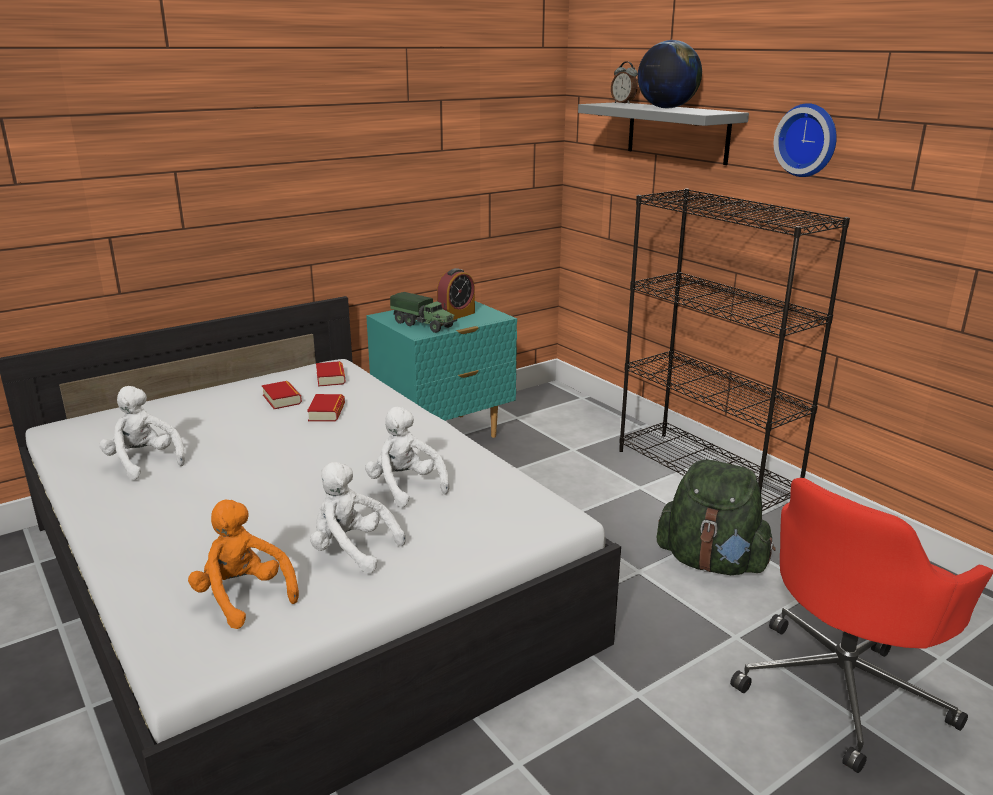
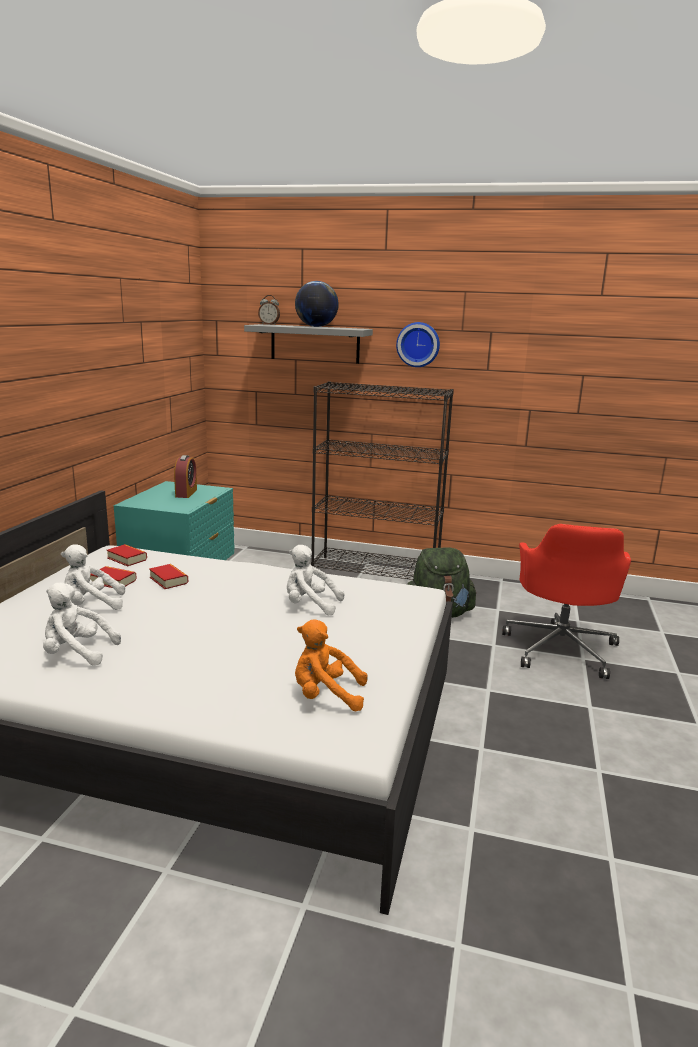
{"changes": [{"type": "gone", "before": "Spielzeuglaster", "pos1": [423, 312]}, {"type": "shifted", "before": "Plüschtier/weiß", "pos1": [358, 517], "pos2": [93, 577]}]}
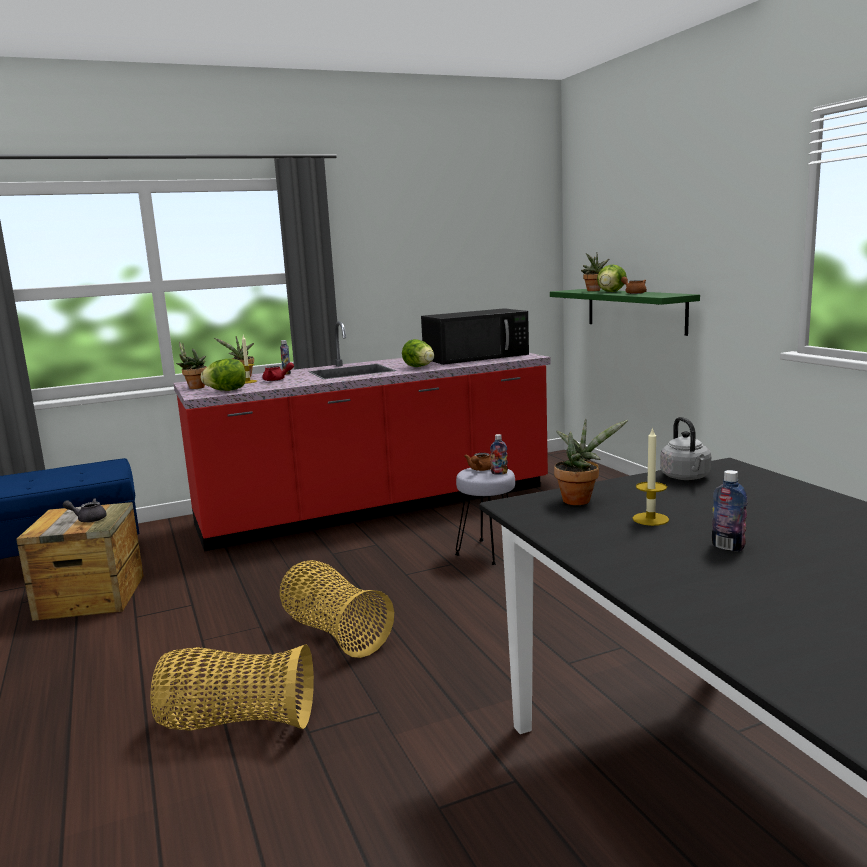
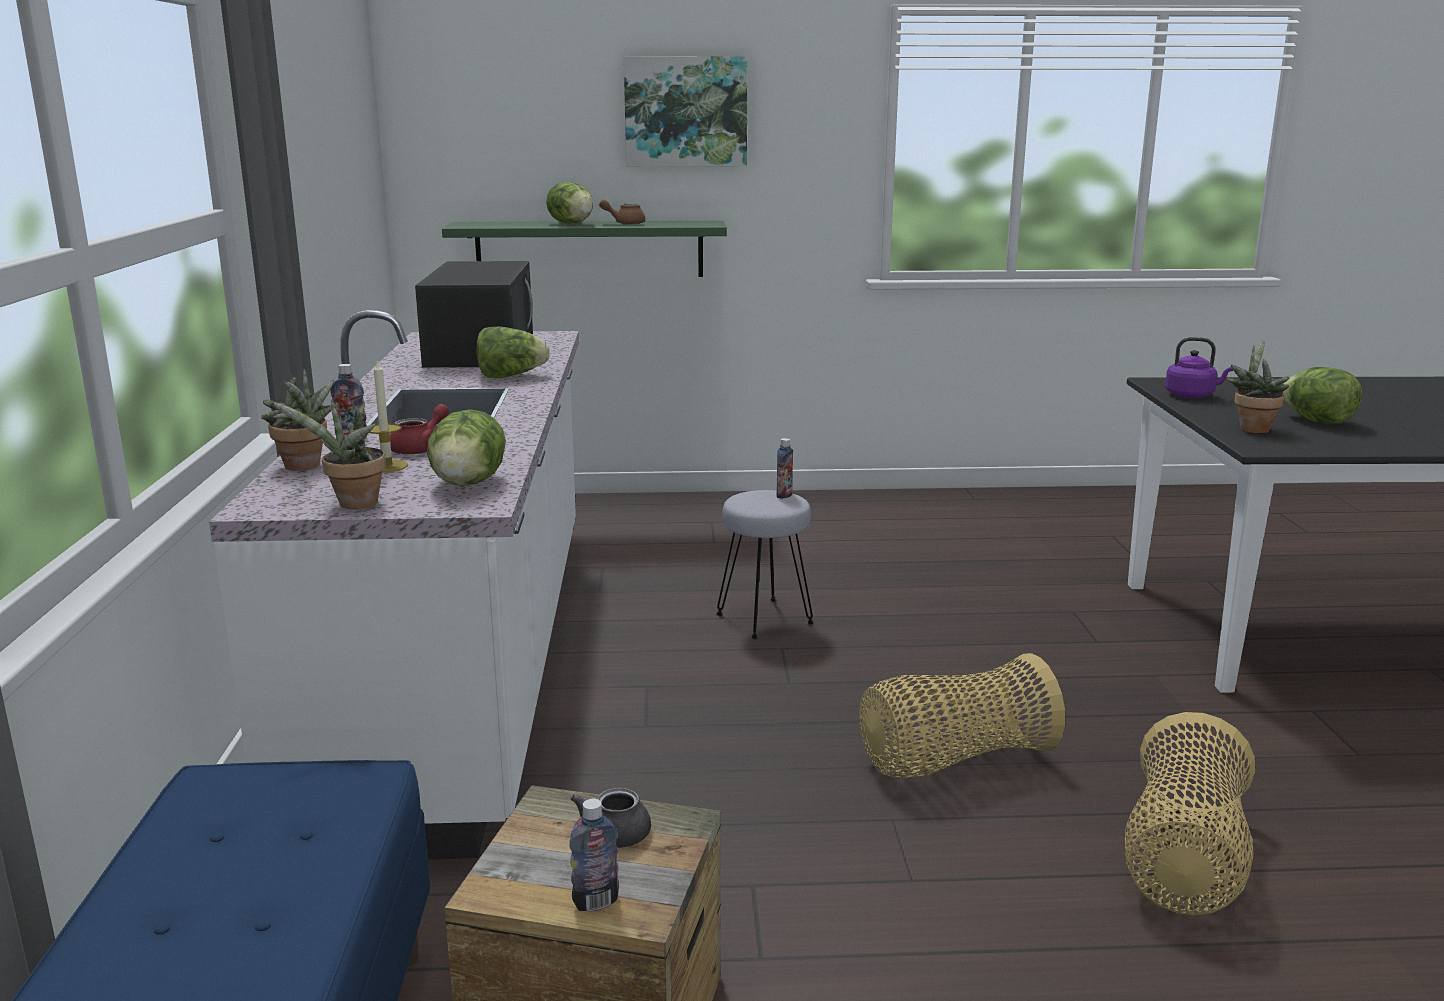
{"changes": [{"type": "gone", "before": "Topfpflanze", "pos1": [595, 272]}, {"type": "repainted", "before": "Küchenzeile/rot", "after": "Küchenzeile/weiß", "pos1": [362, 436], "pos2": [394, 584]}, {"type": "repainted", "before": "Wasserkessel/grau", "after": "Wasserkessel/lila", "pos1": [685, 448], "pos2": [1199, 367]}, {"type": "swapped", "before": "Kerze", "after": "Salatkopf", "pos1": [651, 476], "pos2": [1322, 395]}, {"type": "gone", "before": "Teekanne/braun", "pos1": [477, 462]}, {"type": "shifted", "before": "Flasche", "pos1": [729, 510], "pos2": [594, 855]}, {"type": "new", "after": "Bild", "pos2": [686, 111]}]}
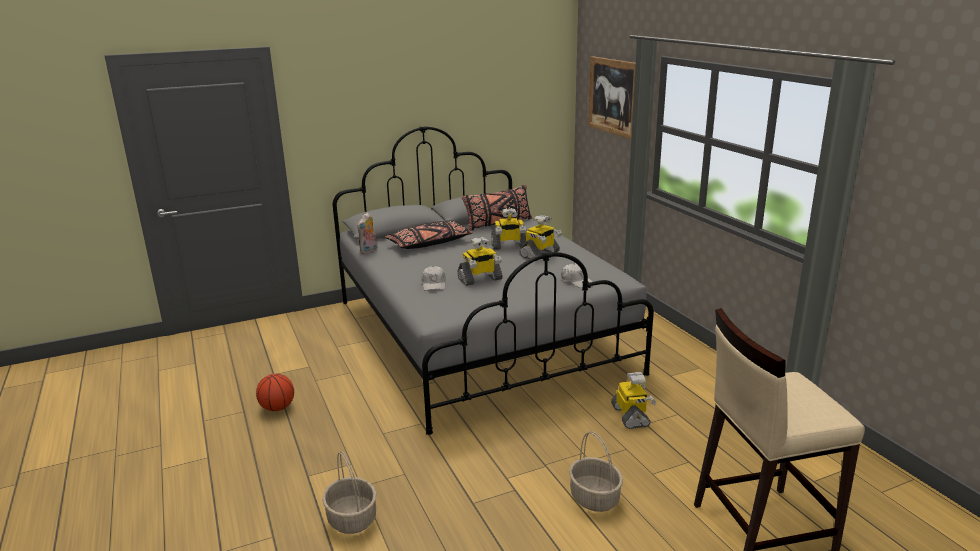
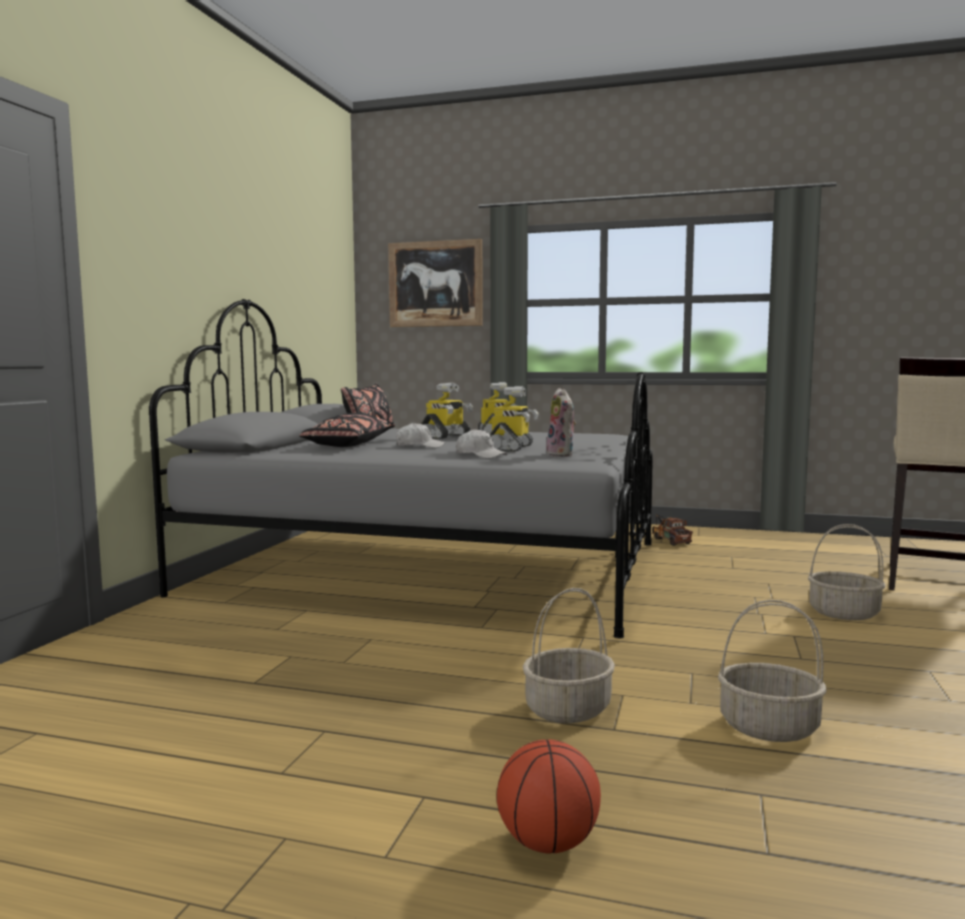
{"changes": [{"type": "shifted", "before": "Plüschtier", "pos1": [367, 233], "pos2": [561, 422]}, {"type": "shifted", "before": "Kappe/weiß", "pos1": [577, 275], "pos2": [420, 435]}, {"type": "gone", "before": "Spielzeugroboter", "pos1": [633, 400]}, {"type": "shifted", "before": "Basketball", "pos1": [275, 392], "pos2": [549, 796]}, {"type": "new", "after": "Spielzeuglaster", "pos2": [672, 530]}, {"type": "new", "after": "Korb", "pos2": [569, 655]}]}
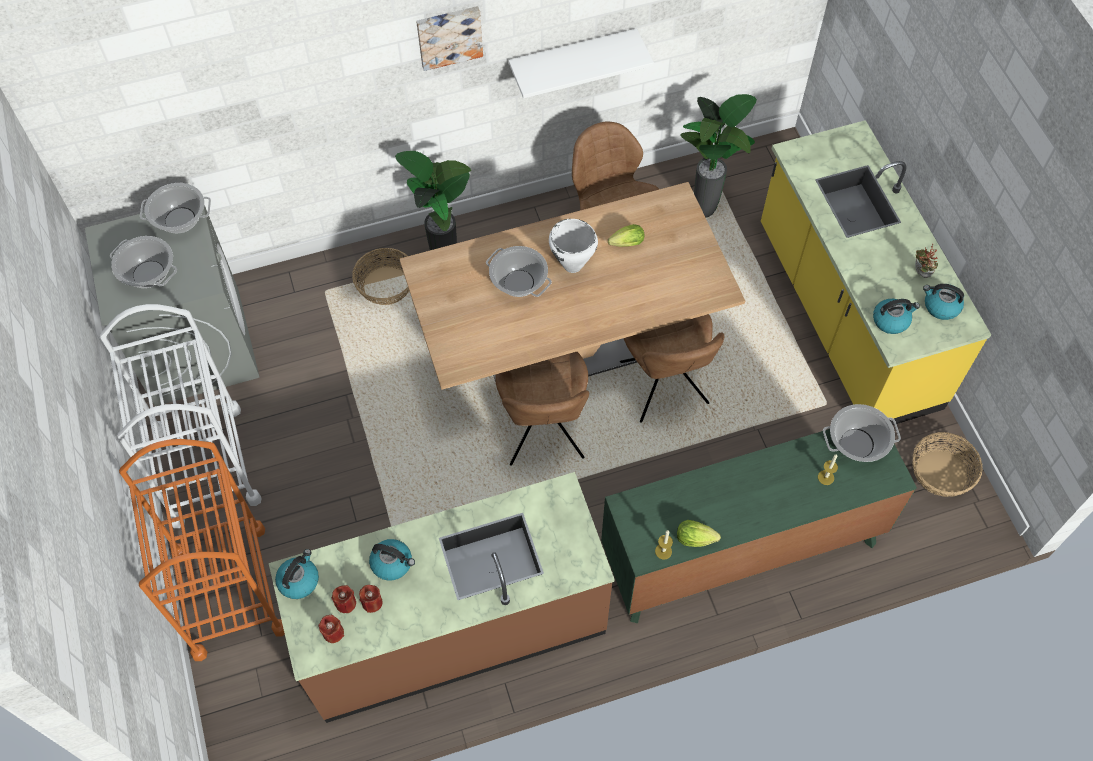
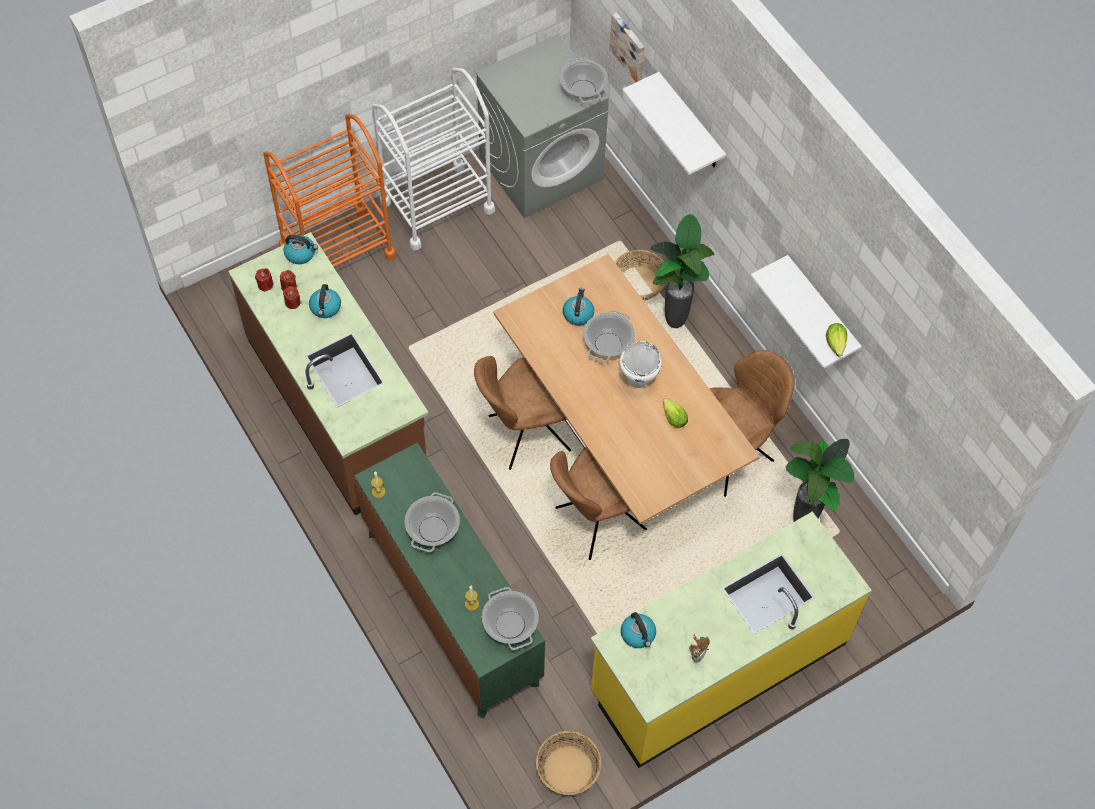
{"changes": [{"type": "shifted", "before": "Bild", "pos1": [449, 38], "pos2": [627, 47]}, {"type": "shifted", "before": "Kochtopf", "pos1": [143, 262], "pos2": [432, 522]}, {"type": "shifted", "before": "Wasserkessel", "pos1": [943, 302], "pos2": [578, 306]}, {"type": "shifted", "before": "Salatkopf", "pos1": [699, 533], "pos2": [836, 340]}, {"type": "new", "after": "Wandregal/weiß", "pos2": [674, 123]}]}
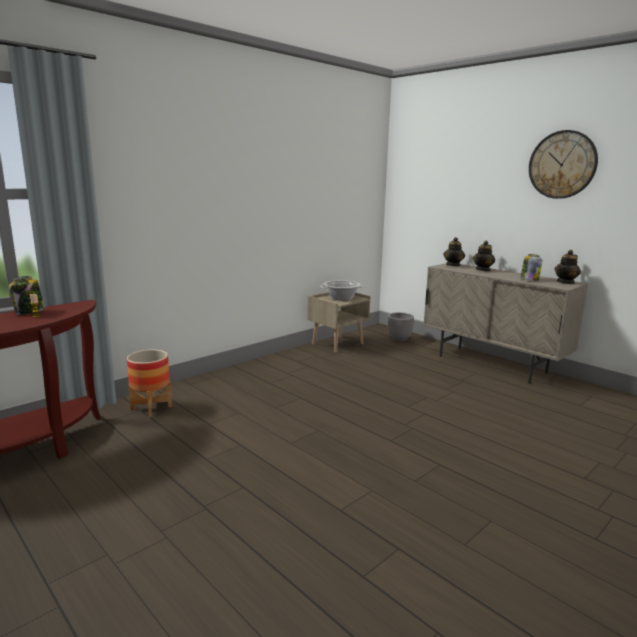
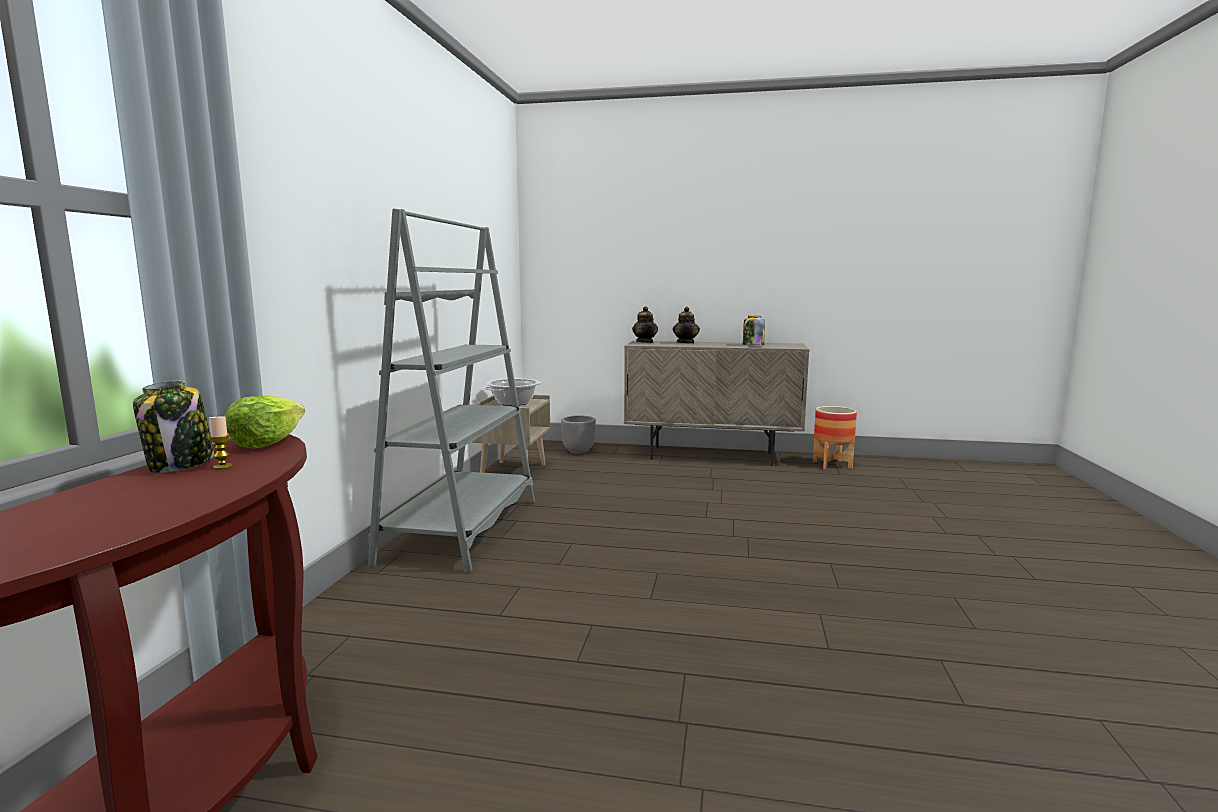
{"changes": [{"type": "gone", "before": "Wanduhr", "pos1": [563, 164]}, {"type": "gone", "before": "Teekanne", "pos1": [568, 267]}, {"type": "shifted", "before": "Pflanzkübel", "pos1": [149, 383], "pos2": [835, 437]}, {"type": "new", "after": "Bücherregal/grau", "pos2": [451, 390]}, {"type": "new", "after": "Salatkopf", "pos2": [265, 421]}]}
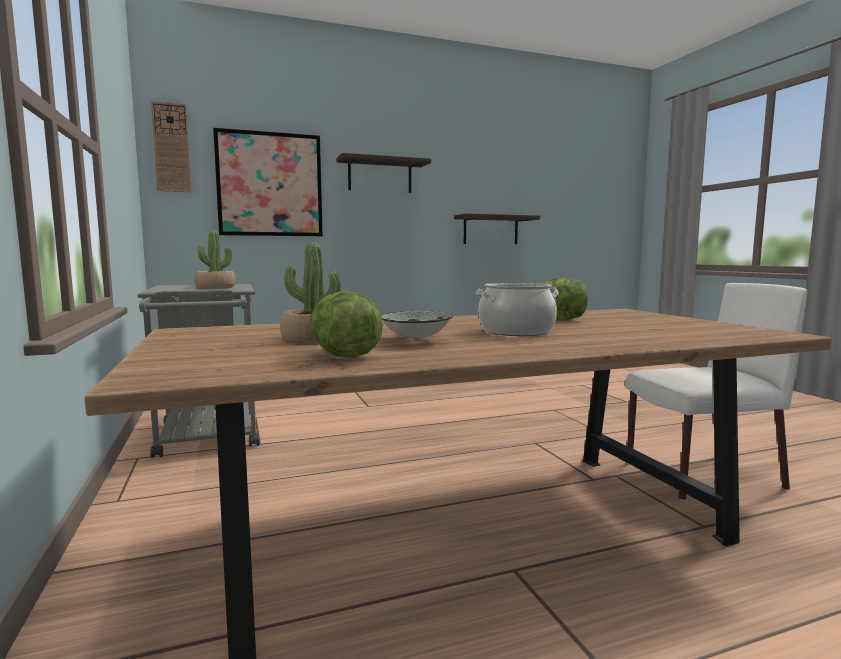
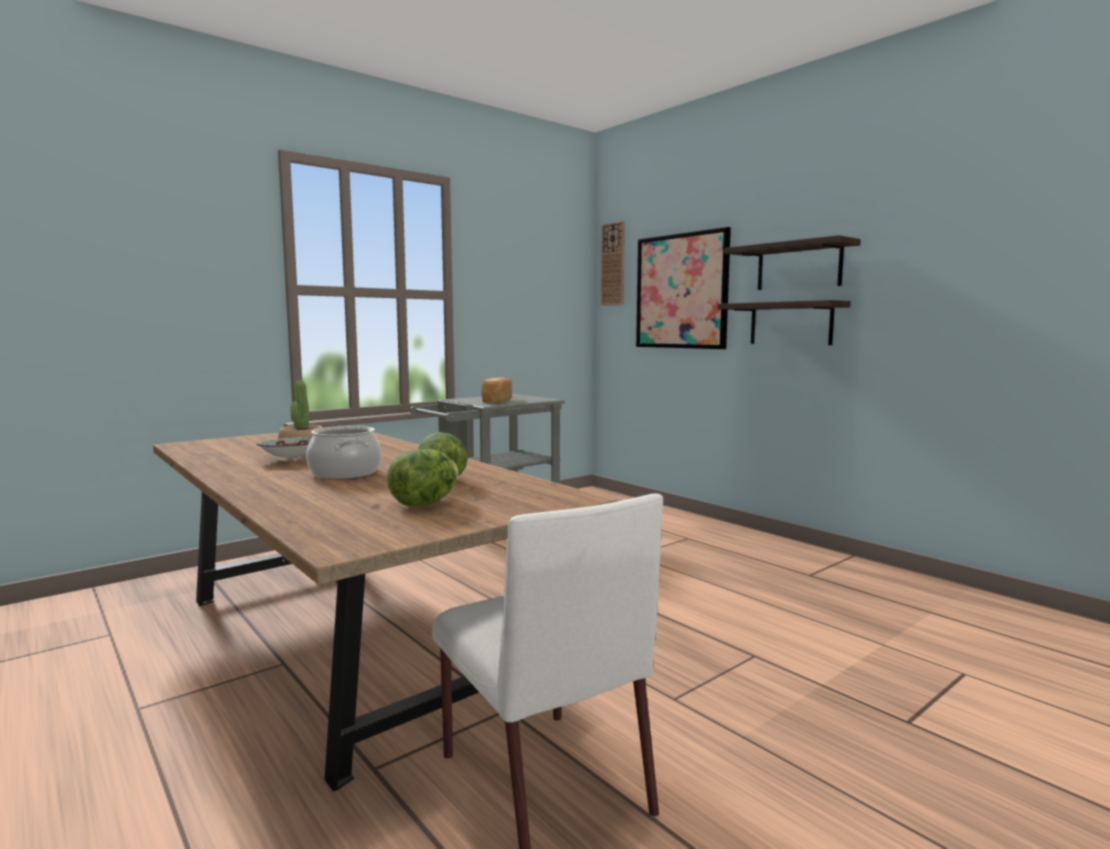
{"changes": [{"type": "shifted", "before": "Wandregal", "pos1": [497, 228], "pos2": [784, 322]}, {"type": "swapped", "before": "Topfpflanze", "after": "Brot", "pos1": [215, 259], "pos2": [497, 390]}, {"type": "shifted", "before": "Salatkopf", "pos1": [346, 324], "pos2": [423, 477]}]}
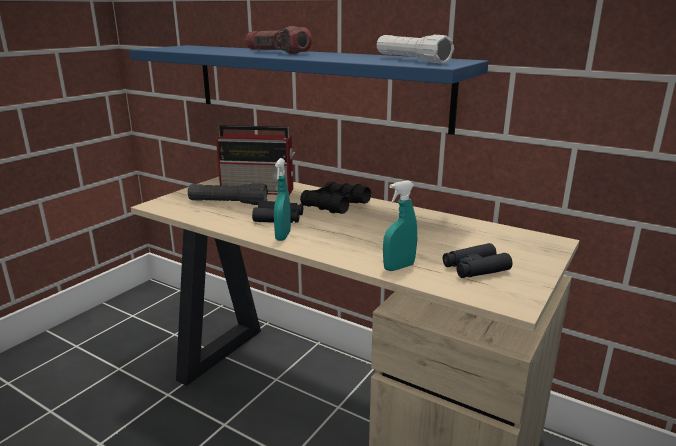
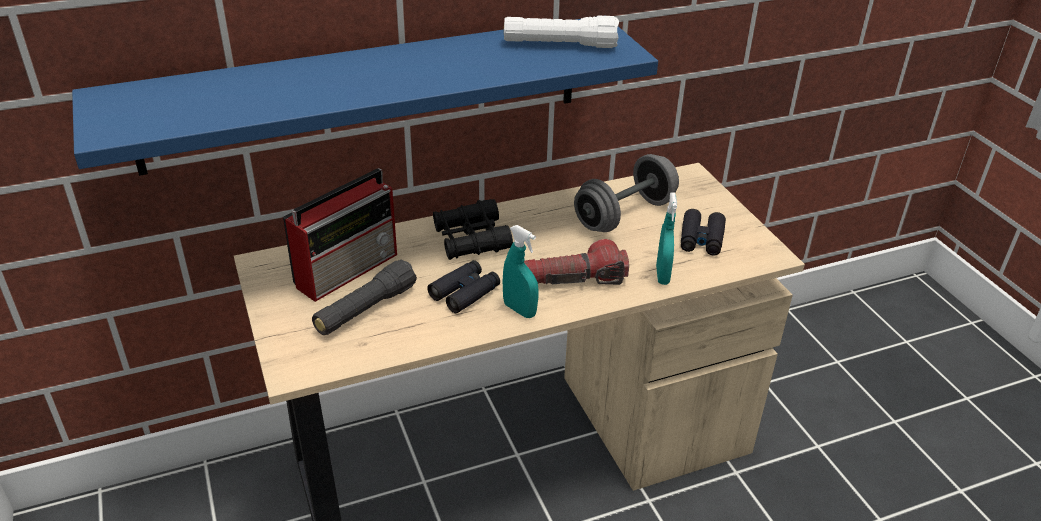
{"changes": [{"type": "shifted", "before": "Taschenlampe", "pos1": [278, 40], "pos2": [576, 262]}, {"type": "new", "after": "Hantel/grau", "pos2": [626, 193]}]}
